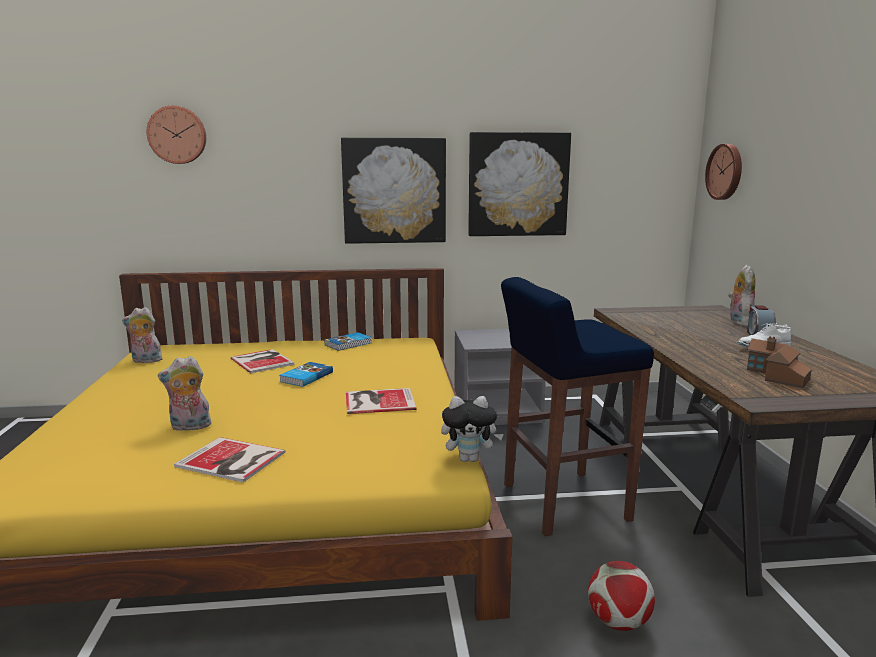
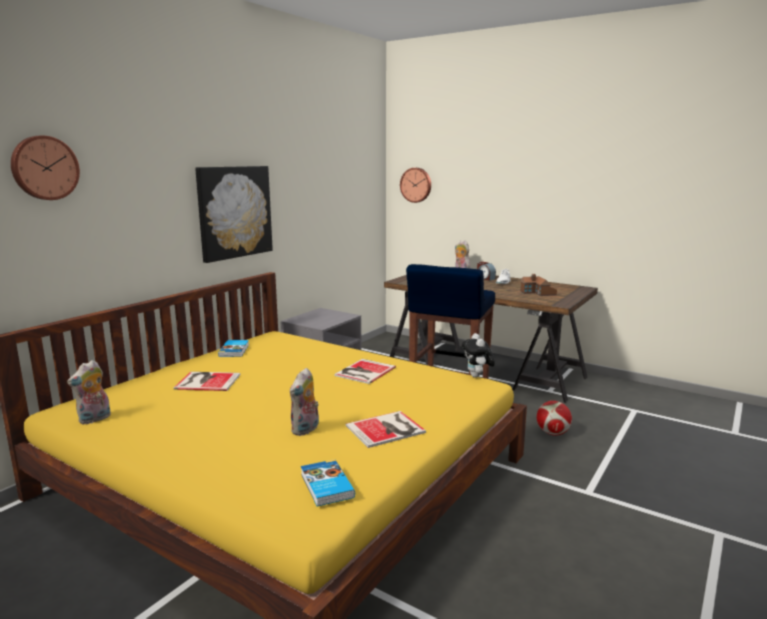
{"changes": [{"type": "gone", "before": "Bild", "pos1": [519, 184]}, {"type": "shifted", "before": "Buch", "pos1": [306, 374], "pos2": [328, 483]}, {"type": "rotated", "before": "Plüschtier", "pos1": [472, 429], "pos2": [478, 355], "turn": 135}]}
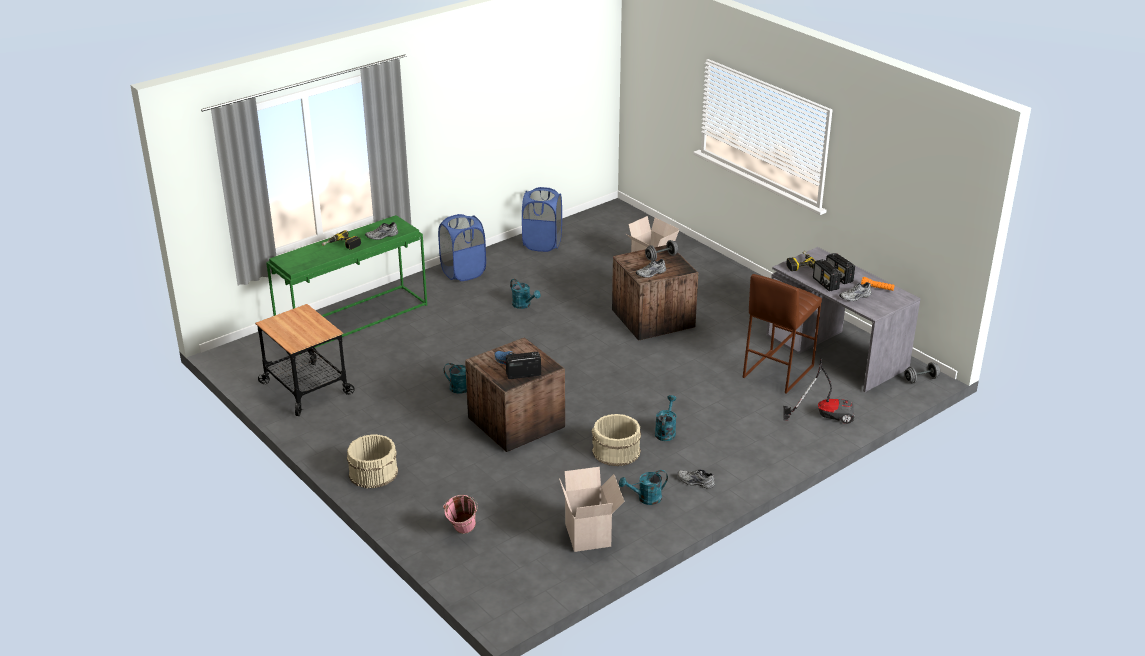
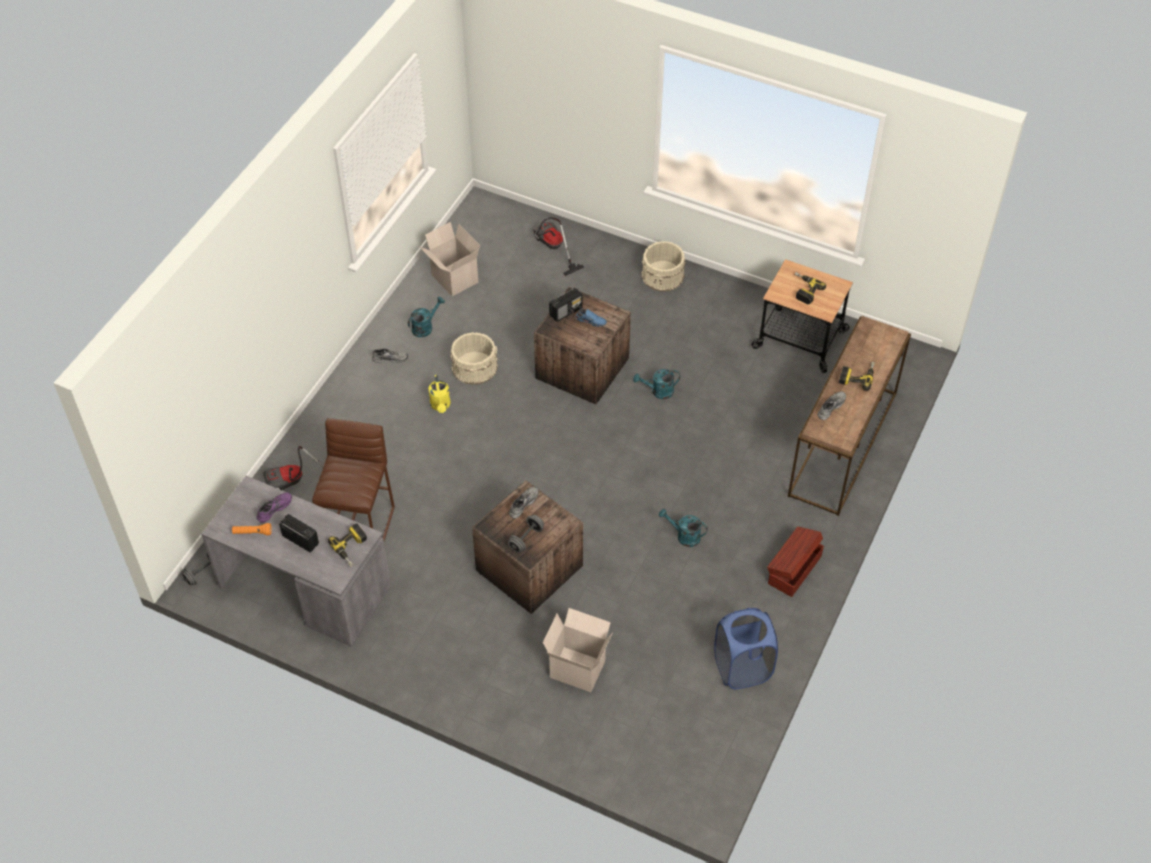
{"changes": [{"type": "swapped", "before": "Wäschekorb/blau", "after": "Aufbewahrungsbox/braun", "pos1": [462, 247], "pos2": [795, 562]}, {"type": "repainted", "before": "Konsolentisch/grün", "after": "Konsolentisch/braun", "pos1": [346, 285], "pos2": [849, 416]}, {"type": "gone", "before": "Radio", "pos1": [827, 275]}, {"type": "repainted", "before": "Schuh/grau", "after": "Schuh/lila", "pos1": [855, 291], "pos2": [274, 507]}, {"type": "repainted", "before": "Gießkanne/türkis", "after": "Gießkanne/gelb", "pos1": [666, 418], "pos2": [439, 394]}, {"type": "swapped", "before": "Eimer/rosa", "after": "Staubsauger", "pos1": [460, 514], "pos2": [558, 246]}, {"type": "new", "after": "Bohrmaschine", "pos2": [810, 288]}]}
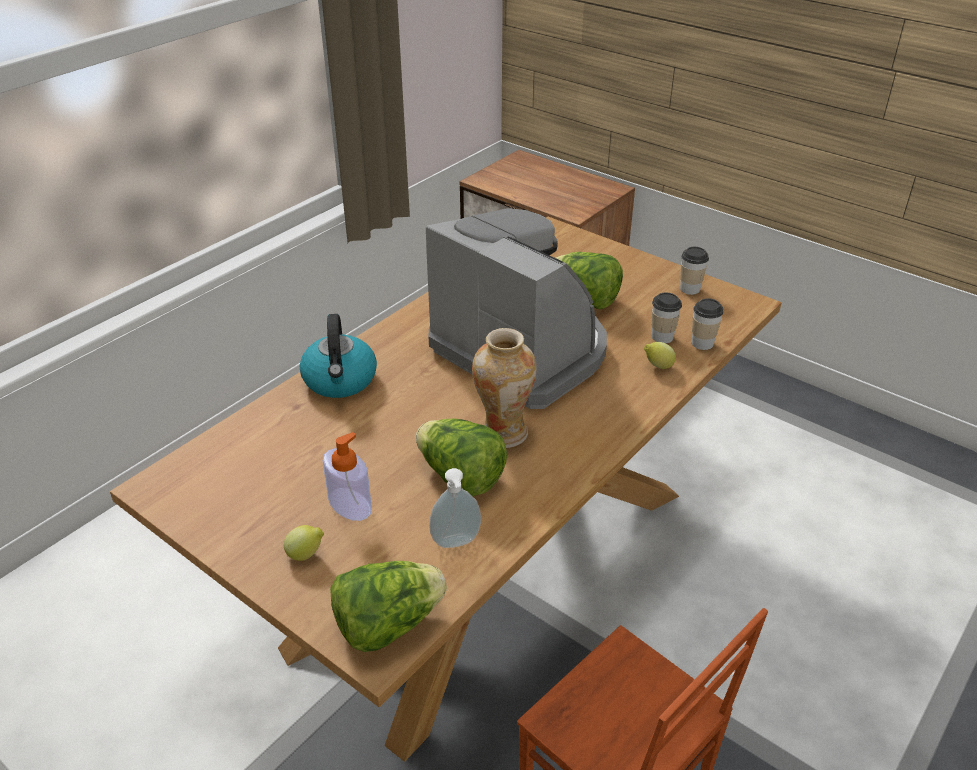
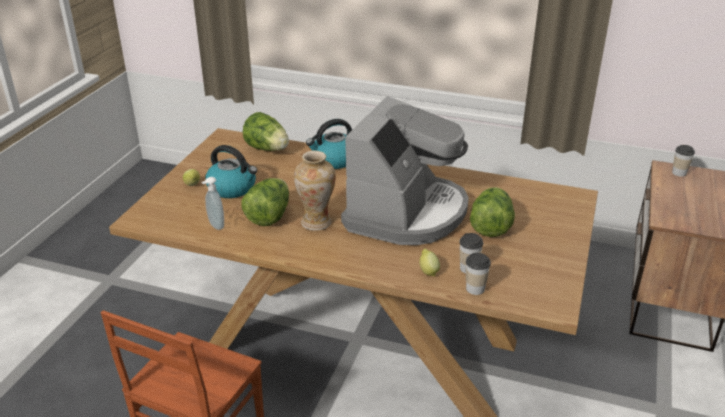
{"changes": [{"type": "shifted", "before": "Tasse", "pos1": [694, 271], "pos2": [683, 161]}, {"type": "swapped", "before": "Seifenspender", "after": "Wasserkessel", "pos1": [347, 476], "pos2": [231, 171]}, {"type": "shifted", "before": "Salatkopf", "pos1": [388, 606], "pos2": [266, 131]}]}
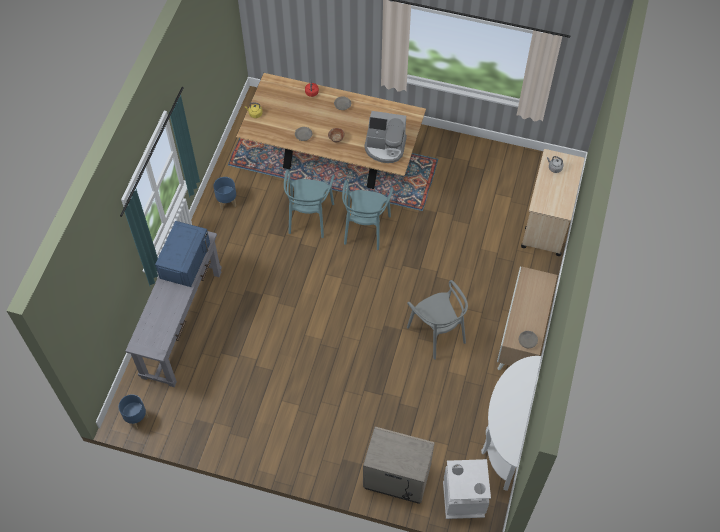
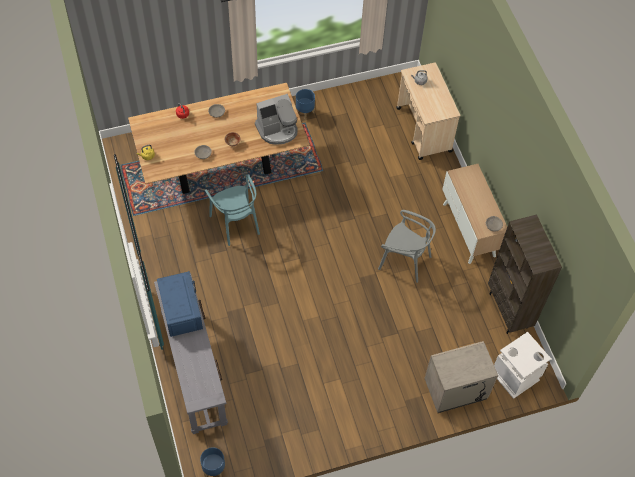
{"changes": [{"type": "shifted", "before": "Pflanzkübel/blau", "pos1": [224, 193], "pos2": [305, 105]}, {"type": "gone", "before": "Stuhl/türkis", "pos1": [367, 215]}, {"type": "swapped", "before": "Konsolentisch/weiß", "after": "Bücherregal/braun", "pos1": [511, 423], "pos2": [525, 274]}]}
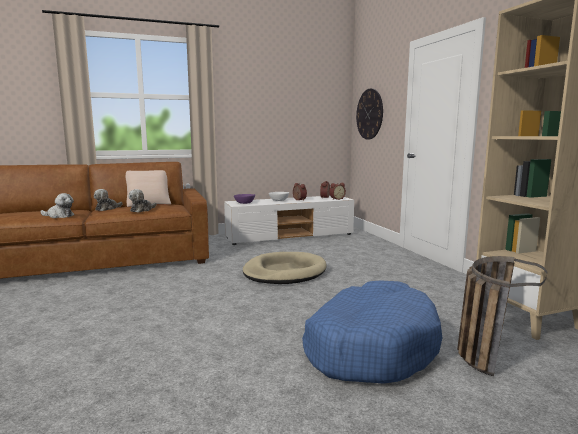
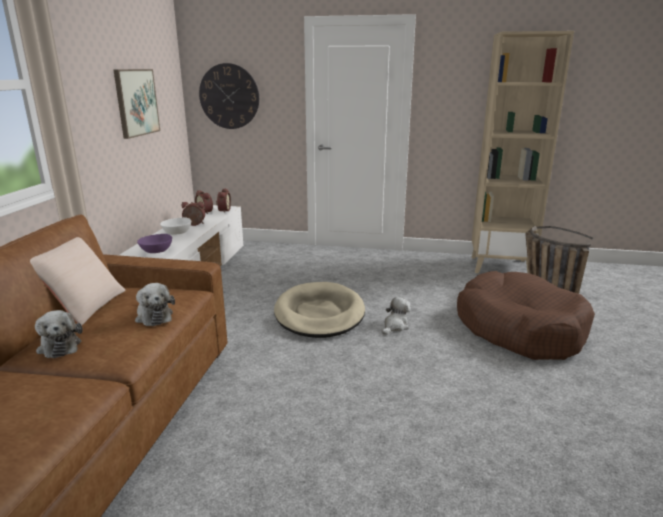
{"changes": [{"type": "shifted", "before": "Plüschtier", "pos1": [57, 205], "pos2": [396, 316]}, {"type": "repainted", "before": "Hundebett/blau", "after": "Hundebett/braun", "pos1": [372, 332], "pos2": [526, 315]}, {"type": "new", "after": "Bild", "pos2": [137, 104]}]}
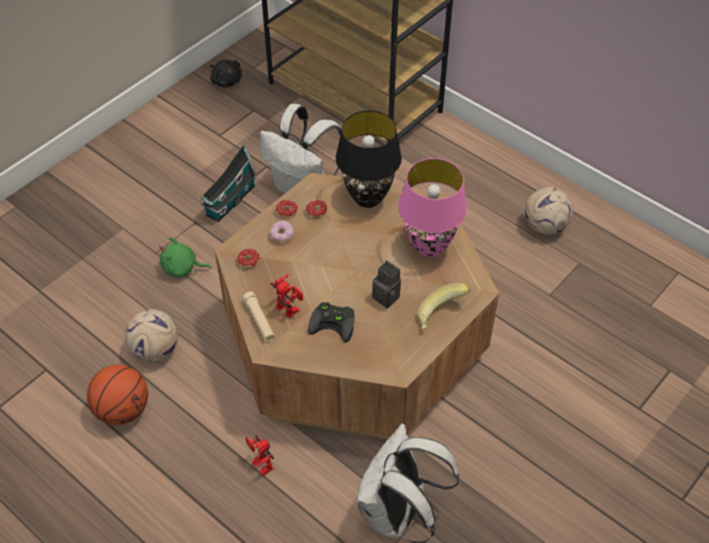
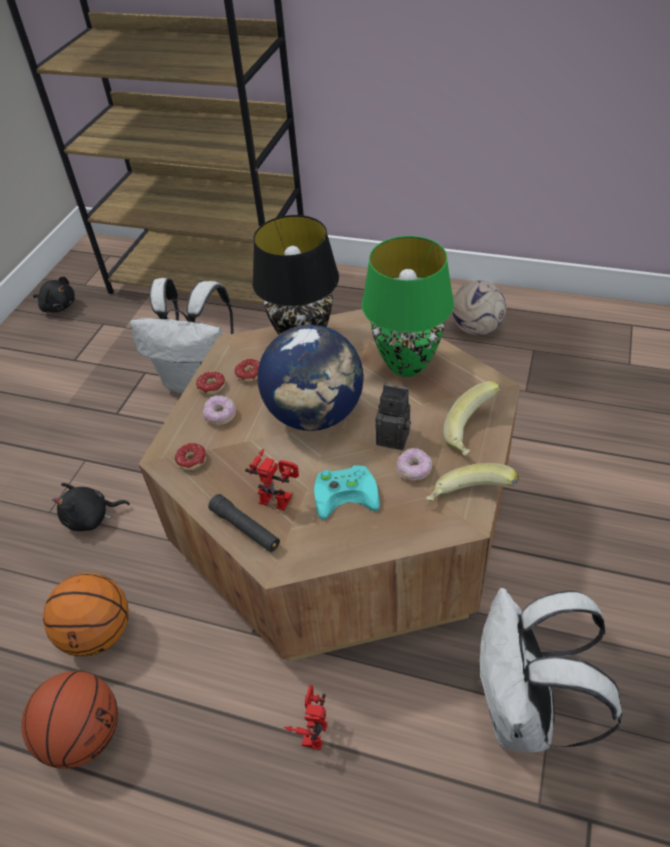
{"changes": [{"type": "gone", "before": "Spielzeughaus", "pos1": [228, 183]}, {"type": "repainted", "before": "Tischlampe/rosa", "after": "Tischlampe/grün", "pos1": [432, 207], "pos2": [408, 306]}, {"type": "repainted", "before": "Plüschtier/grün", "after": "Plüschtier/schwarz", "pos1": [185, 257], "pos2": [91, 507]}, {"type": "repainted", "before": "Taschenlampe/beige", "after": "Taschenlampe/schwarz", "pos1": [259, 316], "pos2": [244, 523]}, {"type": "repainted", "before": "Gamepad/schwarz", "after": "Gamepad/türkis", "pos1": [331, 322], "pos2": [347, 492]}, {"type": "swapped", "before": "Fußball", "after": "Basketball", "pos1": [151, 335], "pos2": [86, 615]}, {"type": "rotated", "before": "Spielzeugroboter", "pos1": [259, 455], "pos2": [306, 717], "turn": 75}, {"type": "new", "after": "Globus", "pos2": [311, 378]}, {"type": "new", "after": "Donut", "pos2": [414, 464]}, {"type": "new", "after": "Banane", "pos2": [472, 482]}]}
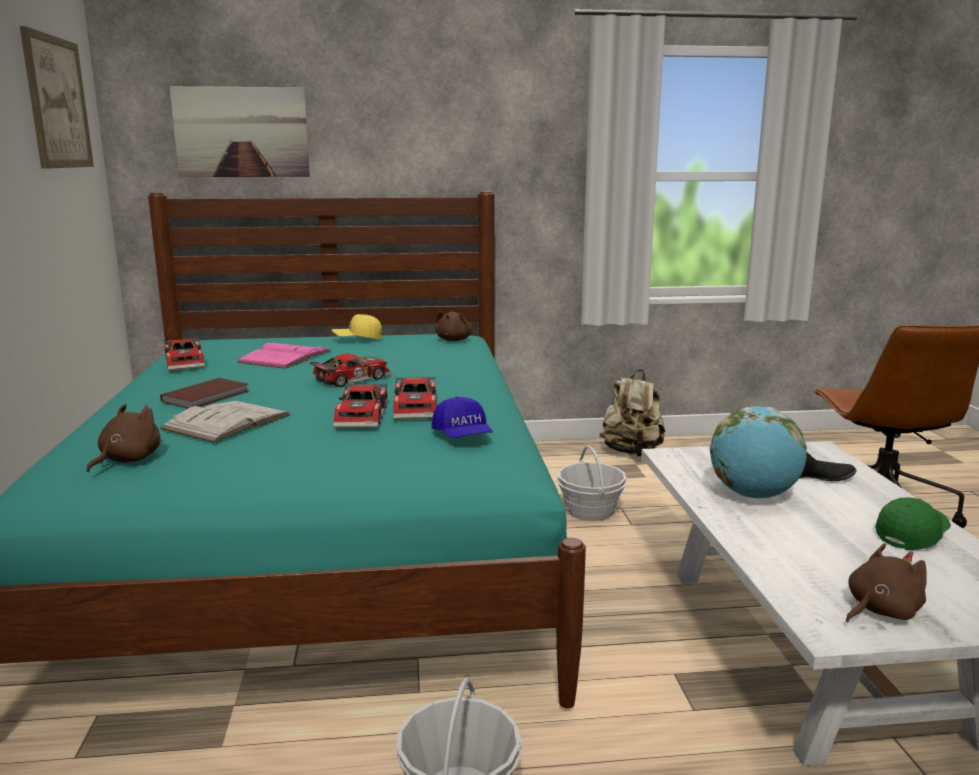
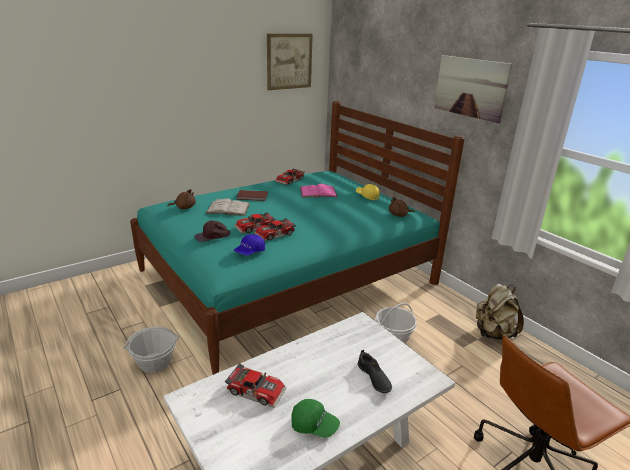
{"changes": [{"type": "shifted", "before": "Bild", "pos1": [240, 131], "pos2": [473, 89]}, {"type": "shifted", "before": "Spielzeugauto", "pos1": [351, 370], "pos2": [256, 386]}, {"type": "gone", "before": "Globus", "pos1": [758, 452]}, {"type": "gone", "before": "Plüschtier/braun", "pos1": [886, 582]}, {"type": "new", "after": "Kappe/braun", "pos2": [212, 231]}]}
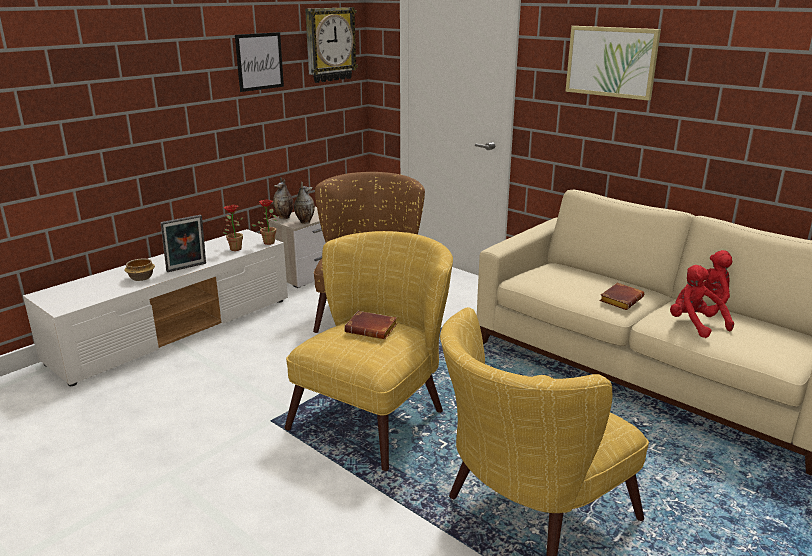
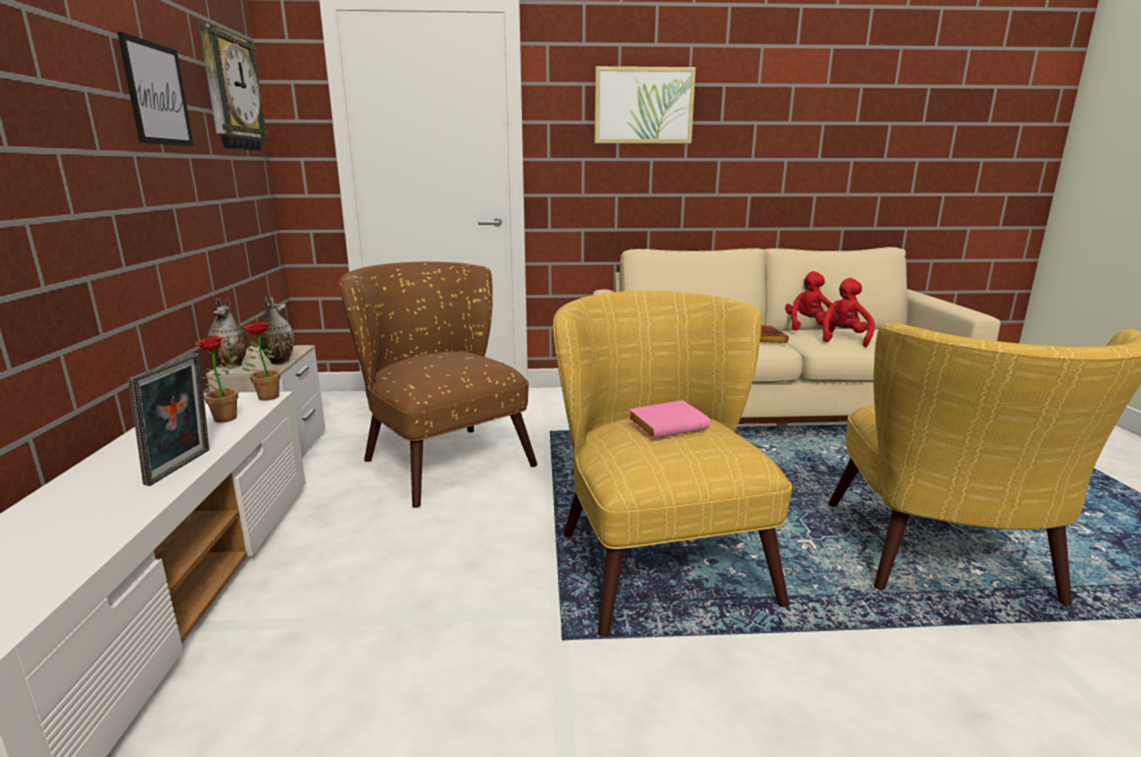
{"changes": [{"type": "gone", "before": "Schüssel", "pos1": [139, 270]}, {"type": "rotated", "before": "Plüschtier/rot", "pos1": [702, 301], "pos2": [845, 312], "turn": 90}, {"type": "repainted", "before": "Buch/braun", "after": "Buch/rosa", "pos1": [370, 325], "pos2": [669, 419]}]}
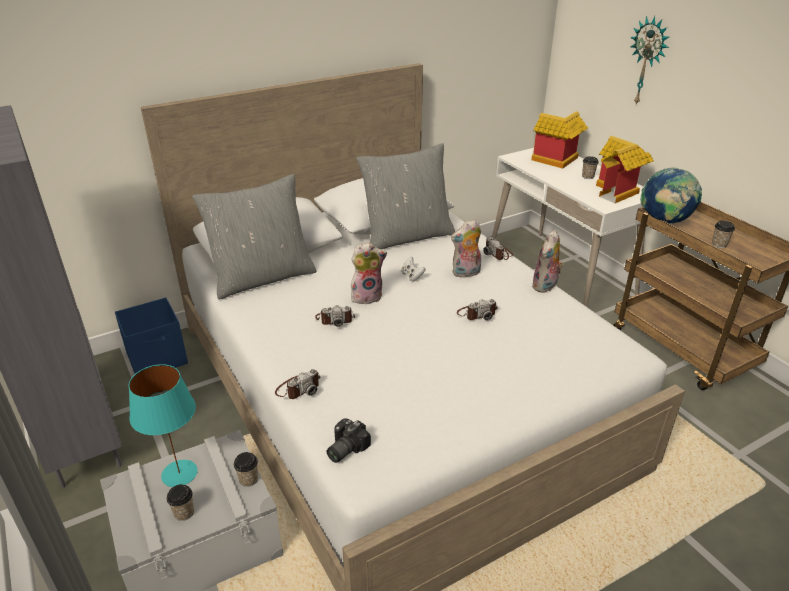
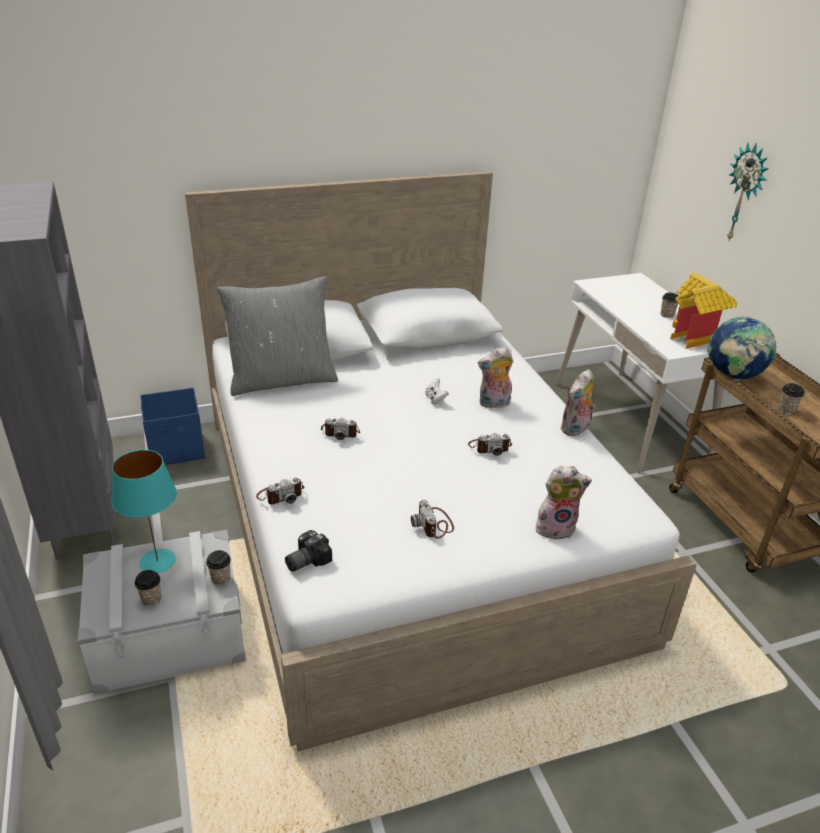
{"changes": [{"type": "gone", "before": "Spielzeughaus", "pos1": [559, 140]}, {"type": "gone", "before": "Kissen/grau", "pos1": [405, 196]}, {"type": "shifted", "before": "Kamera", "pos1": [498, 248], "pos2": [432, 519]}, {"type": "shifted", "before": "Plüschtier", "pos1": [369, 273], "pos2": [564, 503]}]}
